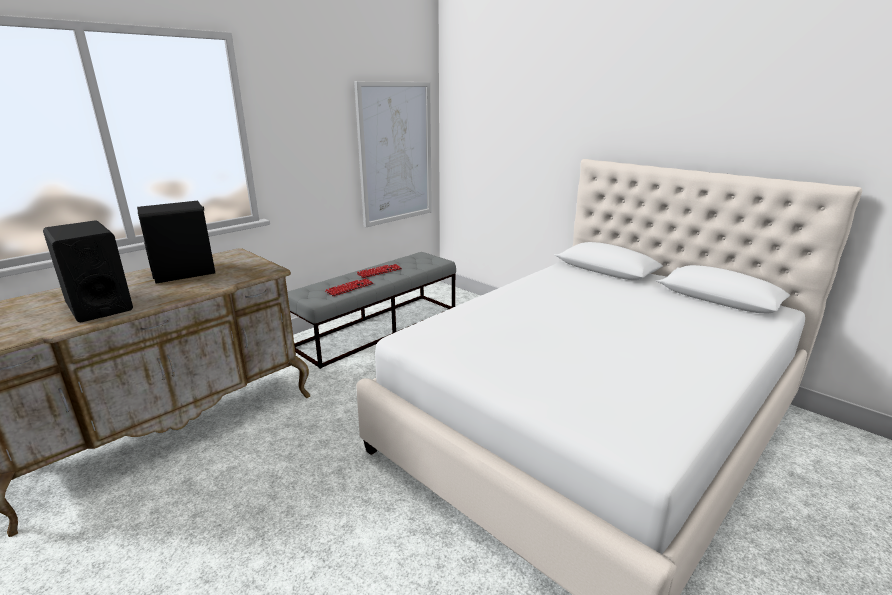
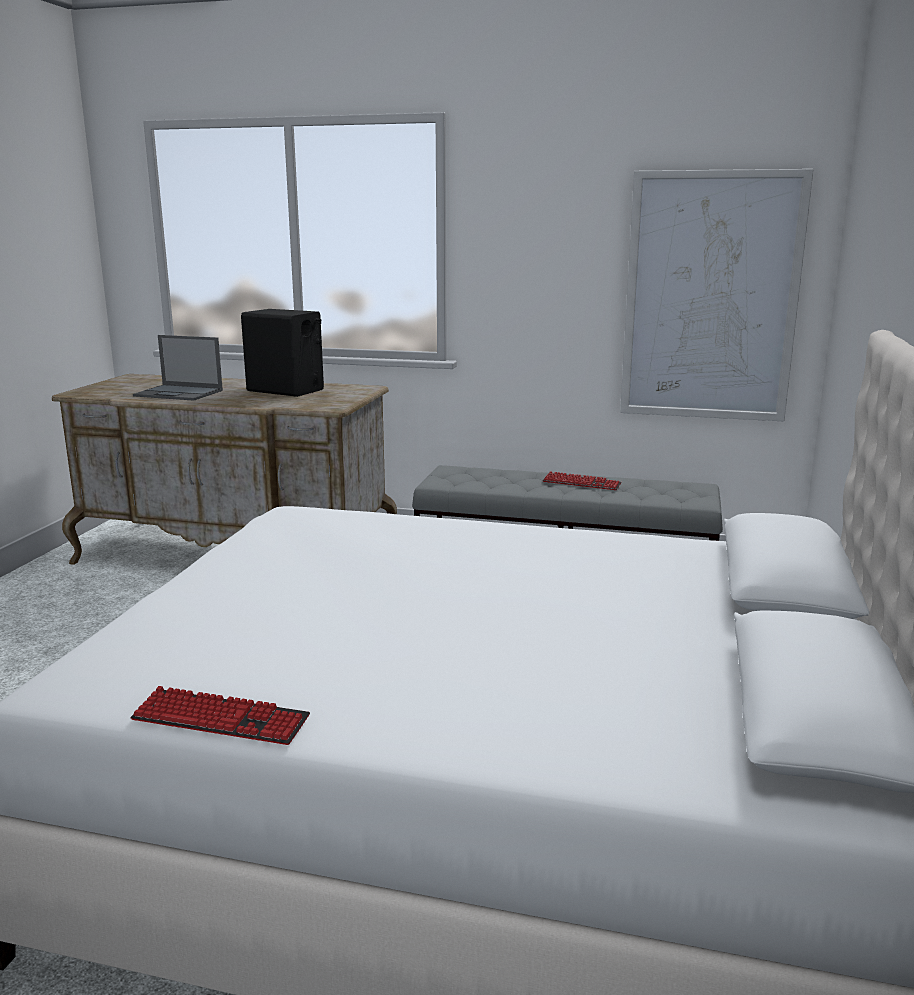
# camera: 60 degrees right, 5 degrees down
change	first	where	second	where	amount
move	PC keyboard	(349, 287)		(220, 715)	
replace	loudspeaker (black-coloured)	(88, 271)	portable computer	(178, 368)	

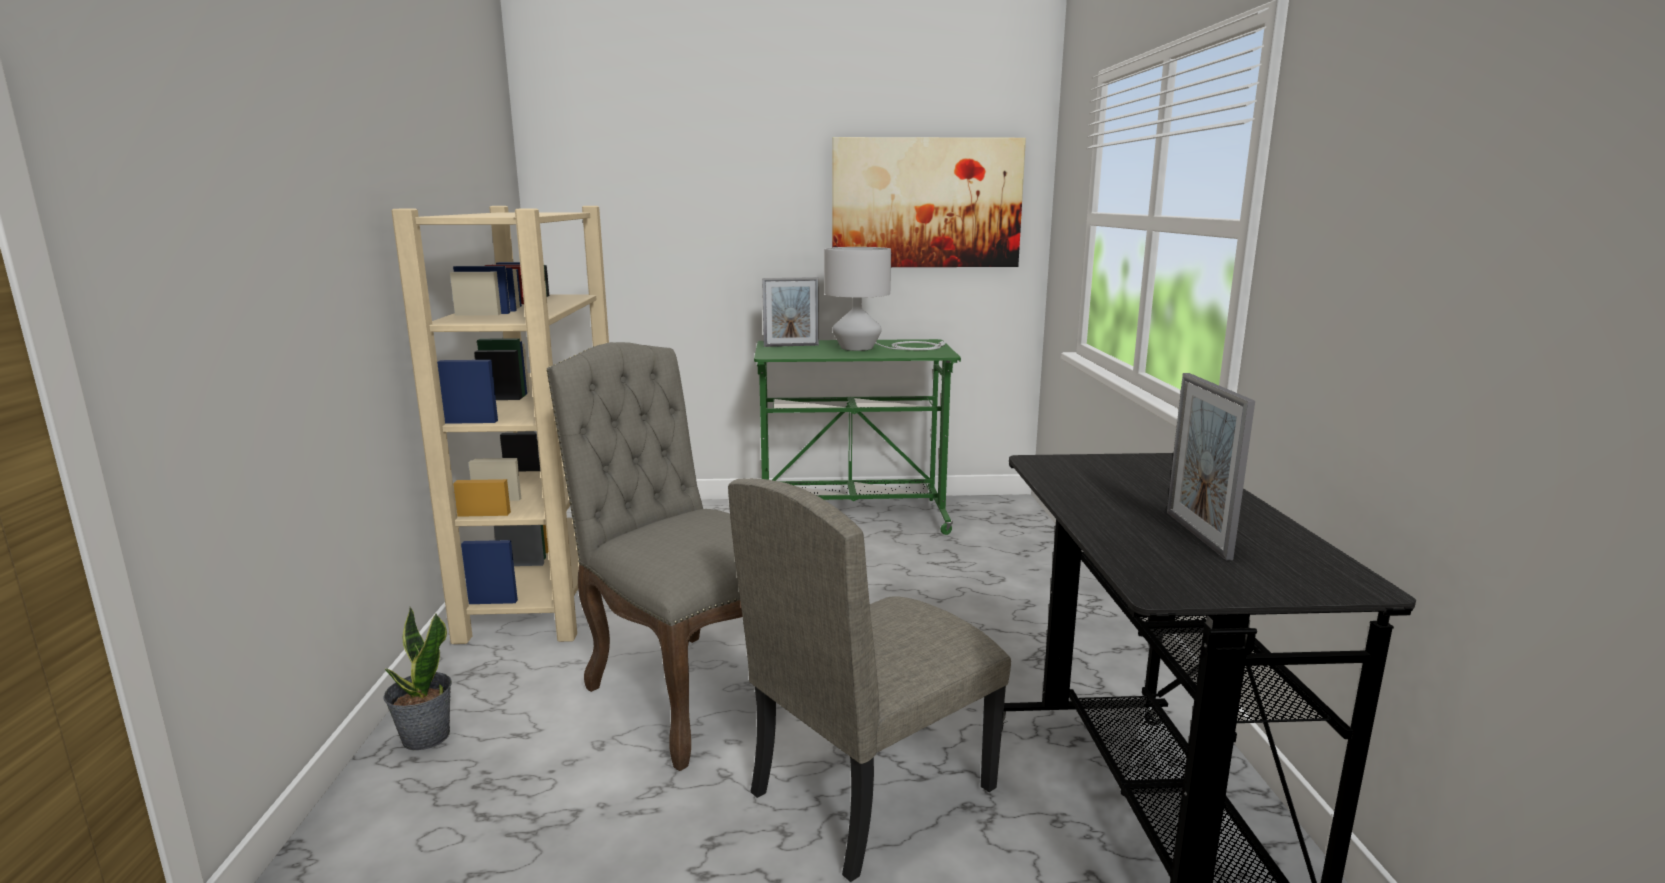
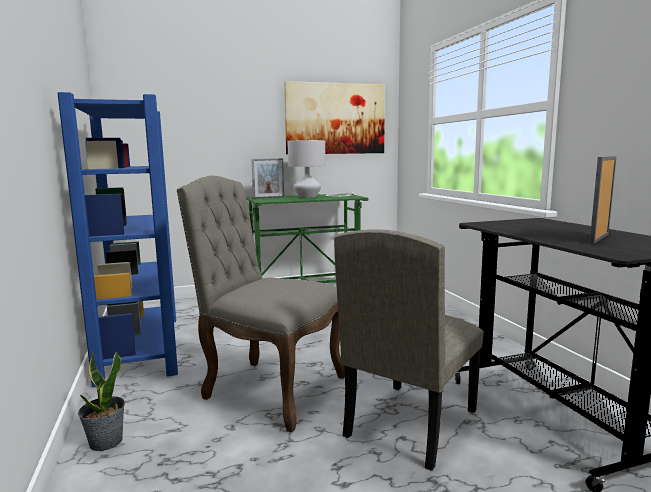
# camera: 15 degrees left, 5 degrees down
change	first	where	second	where	amount
recolor	shelving unit (beige)	(500, 425)	shelving unit (bluish)	(117, 240)	
rotate	picture frame	(1211, 466)		(603, 200)	60 degrees clockwise

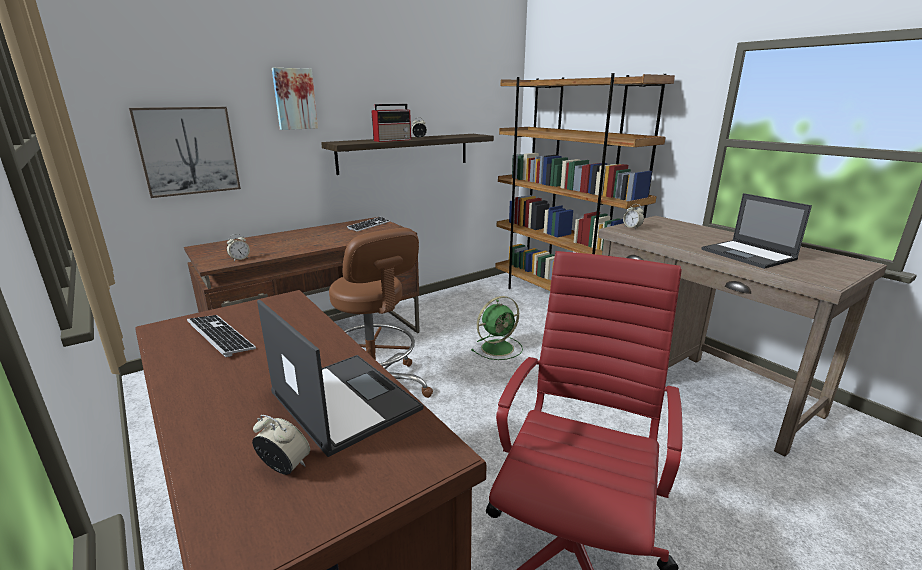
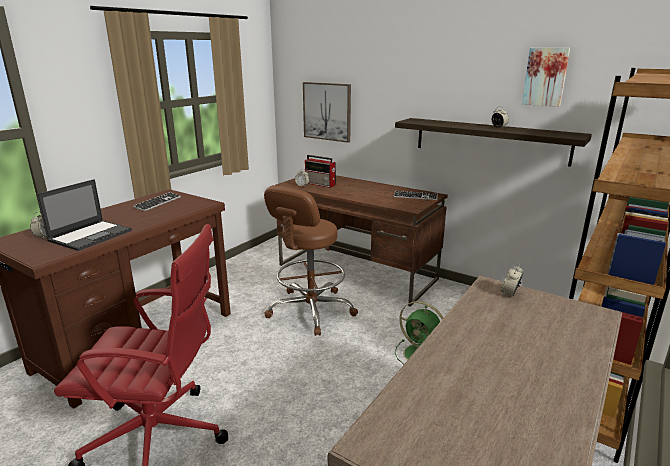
# camera: 70 degrees right, 0 degrees up
change	first	where	second	where	amount
delete	portable computer	(757, 231)			
move	wall picture	(295, 99)		(546, 77)	
move	radio set	(391, 123)		(320, 171)	

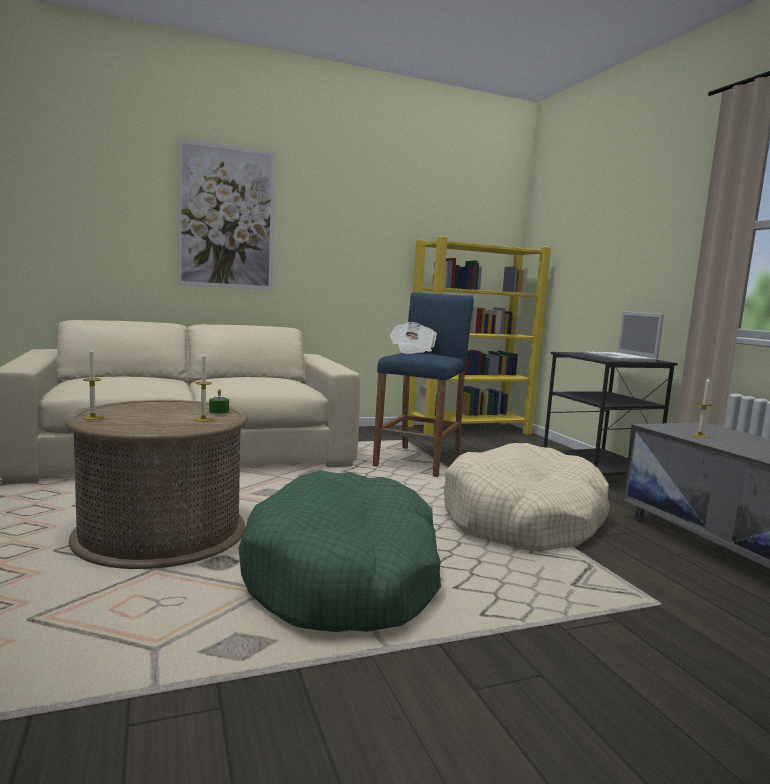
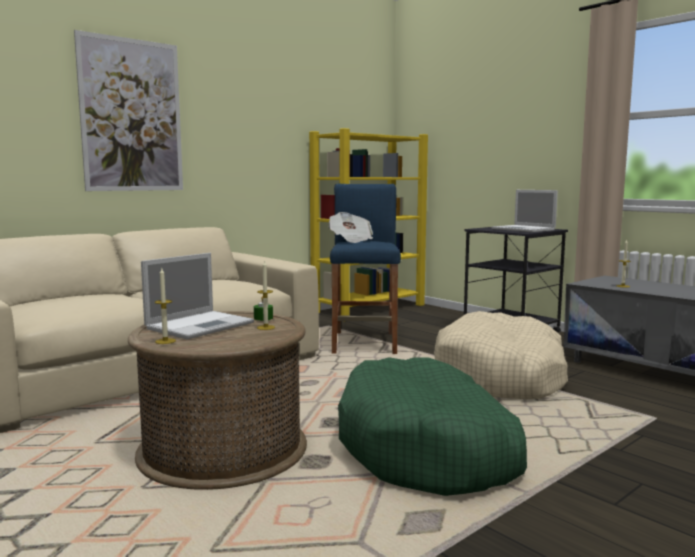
# camera: 20 degrees left, 0 degrees up
change	first	where	second	where	amount
insert			portable computer	(197, 296)	

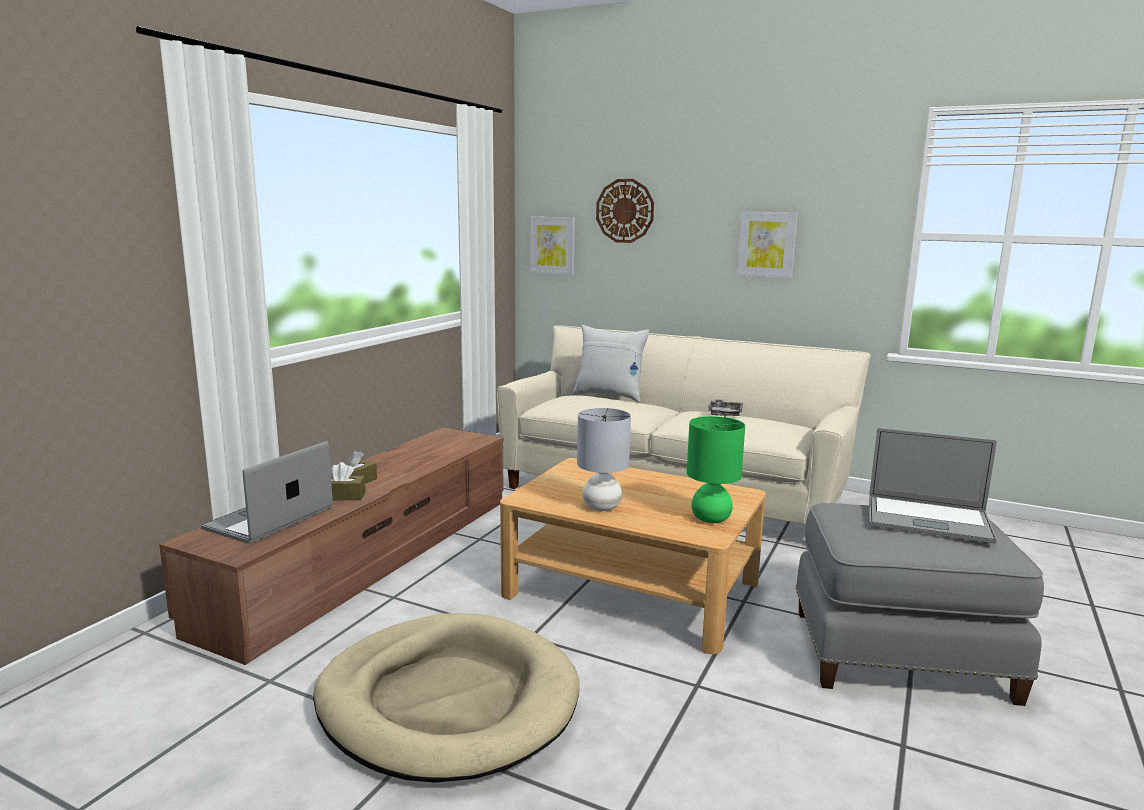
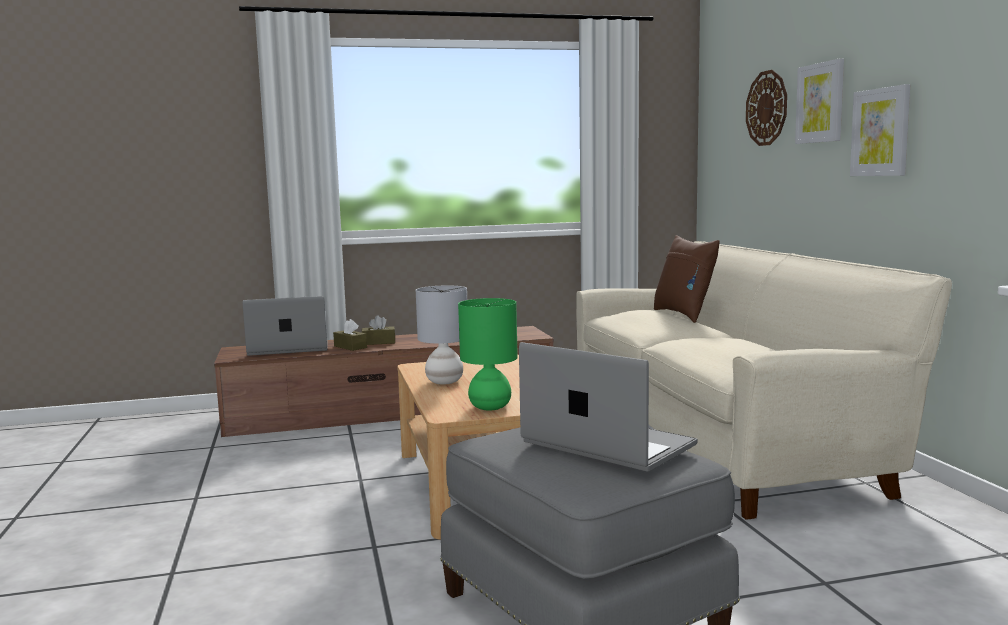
# camera: 50 degrees right, 5 degrees down
change	first	where	second	where	amount
delete	dog bed (beige)	(446, 698)			
delete	serving tray (grey)	(725, 408)			
move	wall picture	(552, 246)		(819, 101)	
recolor	throw pillow (grey)	(611, 363)	throw pillow (brown)	(687, 279)	
rotate	portable computer	(933, 486)		(608, 407)	150 degrees clockwise

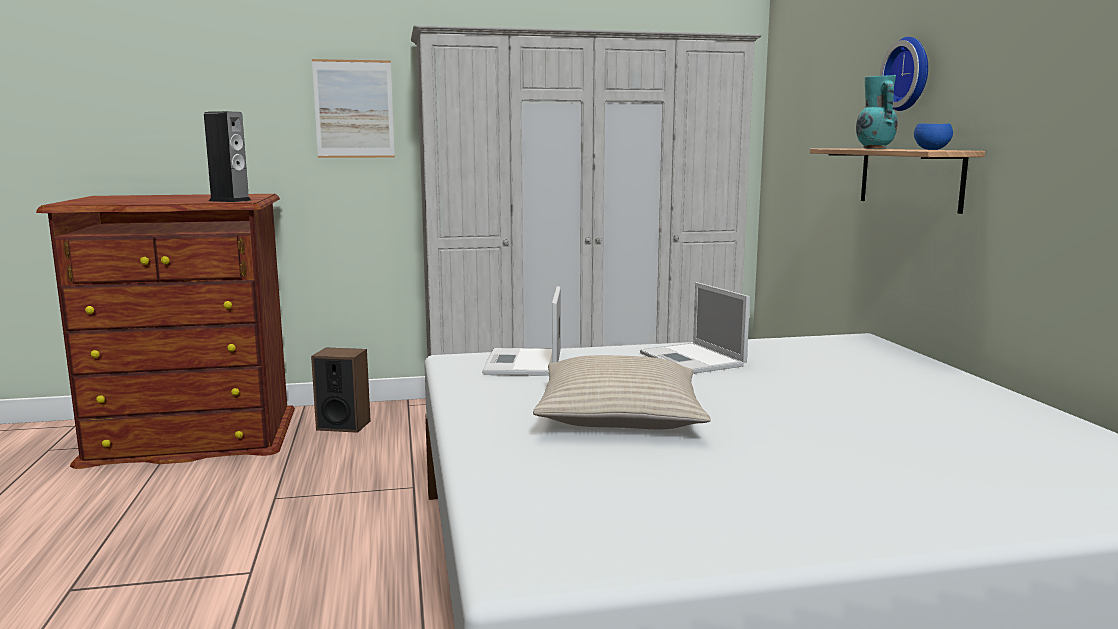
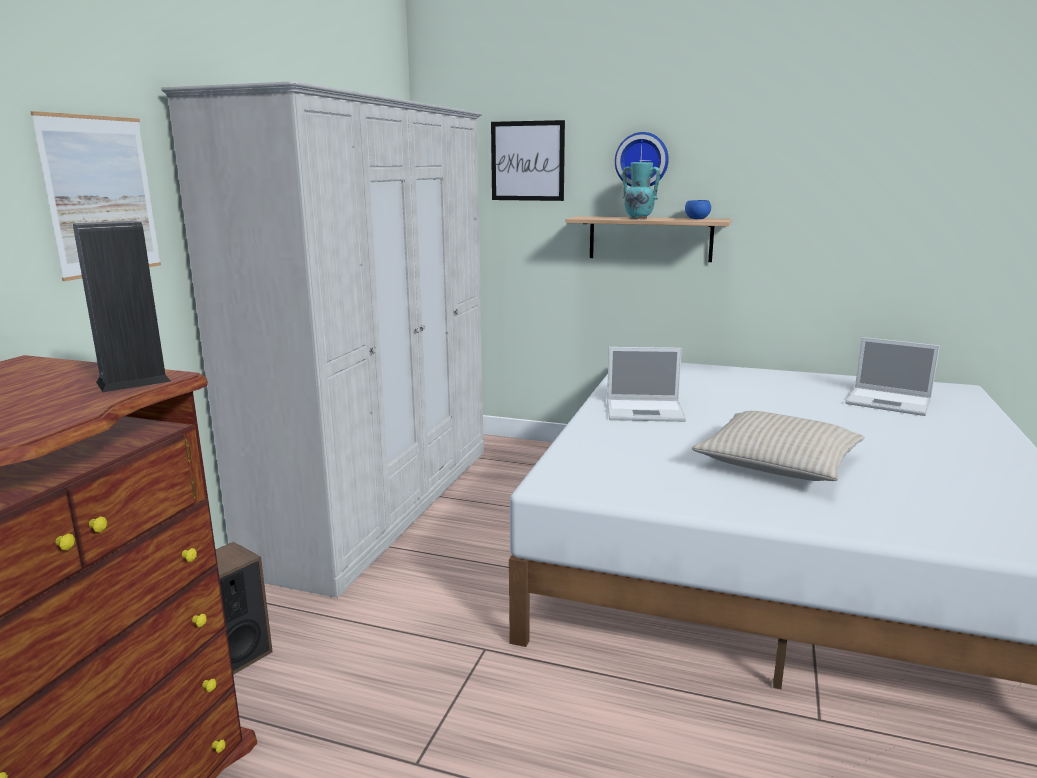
# camera: 60 degrees left, 5 degrees up
change	first	where	second	where	amount
insert			wall picture	(528, 160)	
move	portable computer	(521, 331)		(893, 376)	

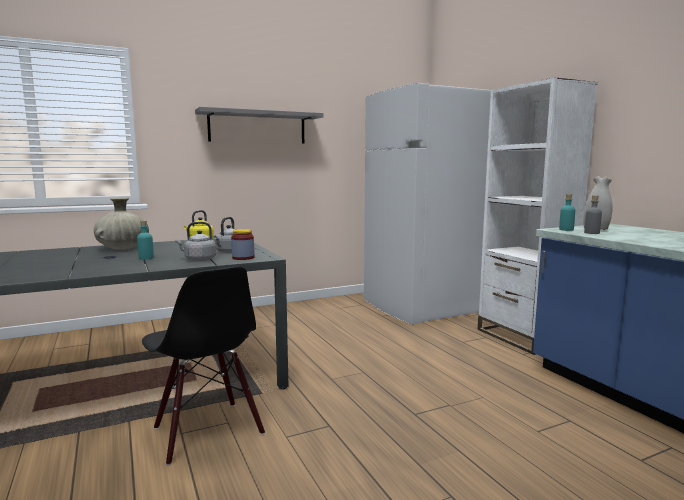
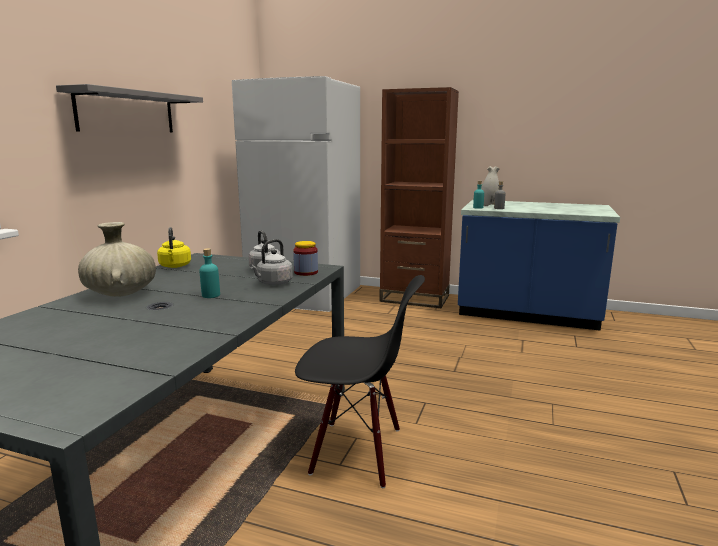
# camera: 45 degrees left, 5 degrees up
change	first	where	second	where	amount
recolor	shelving unit (white-coloured)	(537, 216)	shelving unit (brown)	(419, 197)	

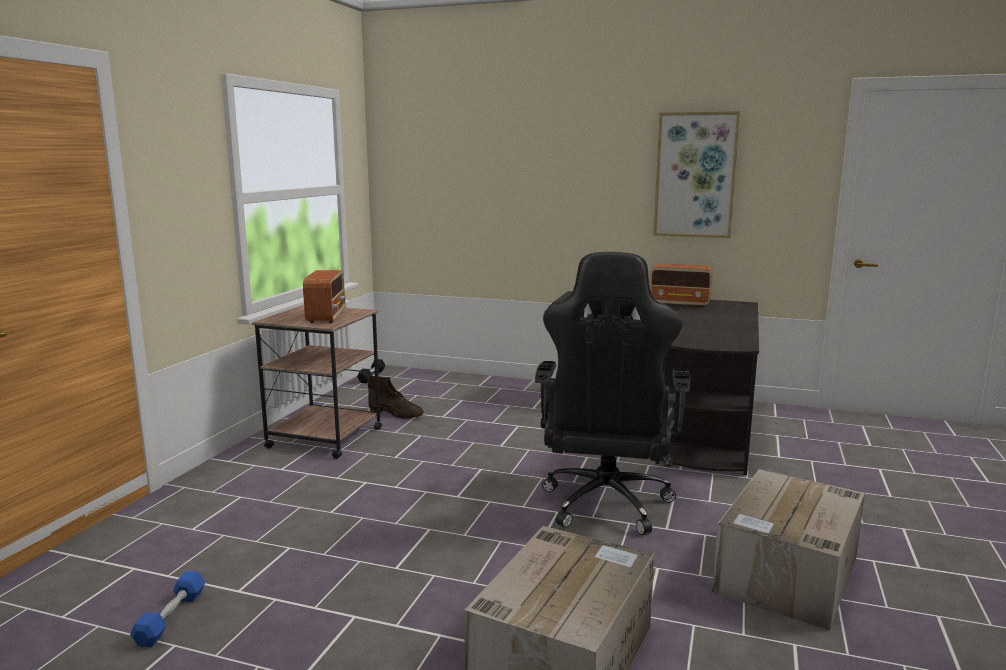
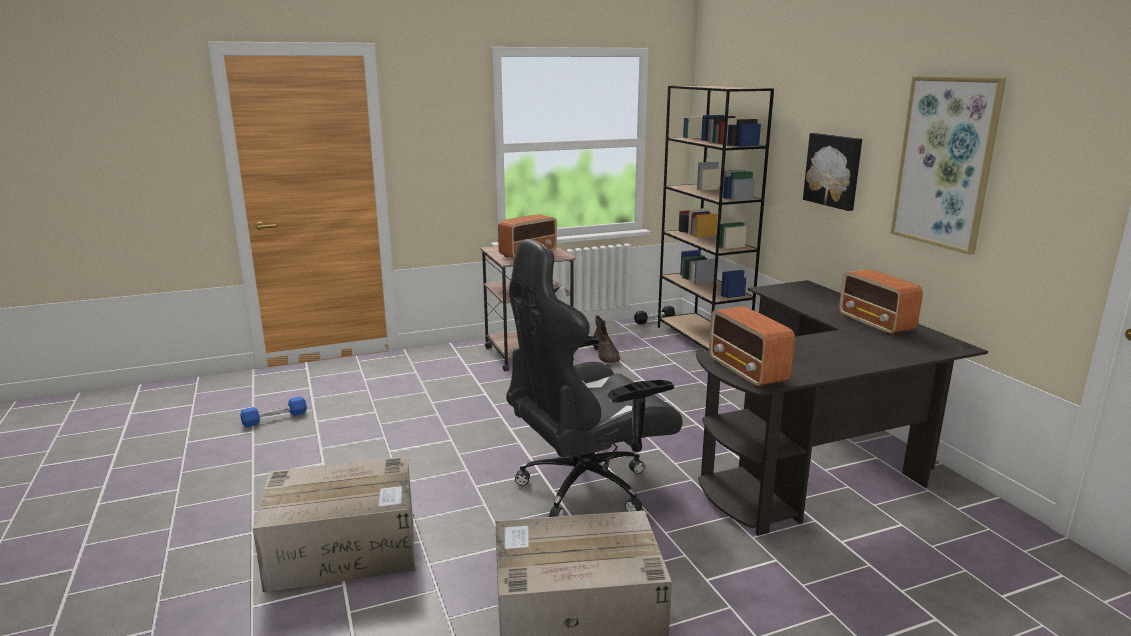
# camera: 50 degrees right, 5 degrees up
change	first	where	second	where	amount
insert			shelving unit (beige)	(716, 217)	
insert			radio set	(752, 347)	
insert			wall picture	(832, 172)	

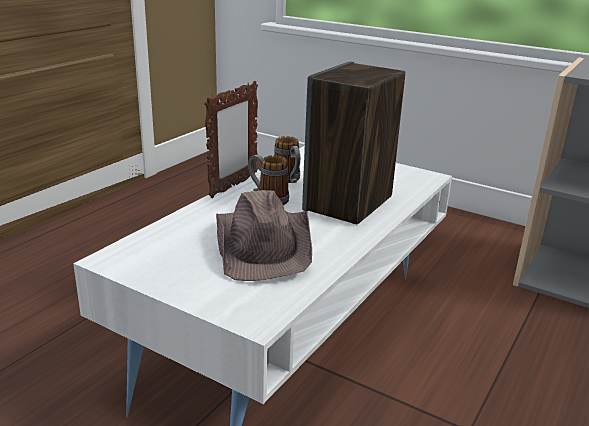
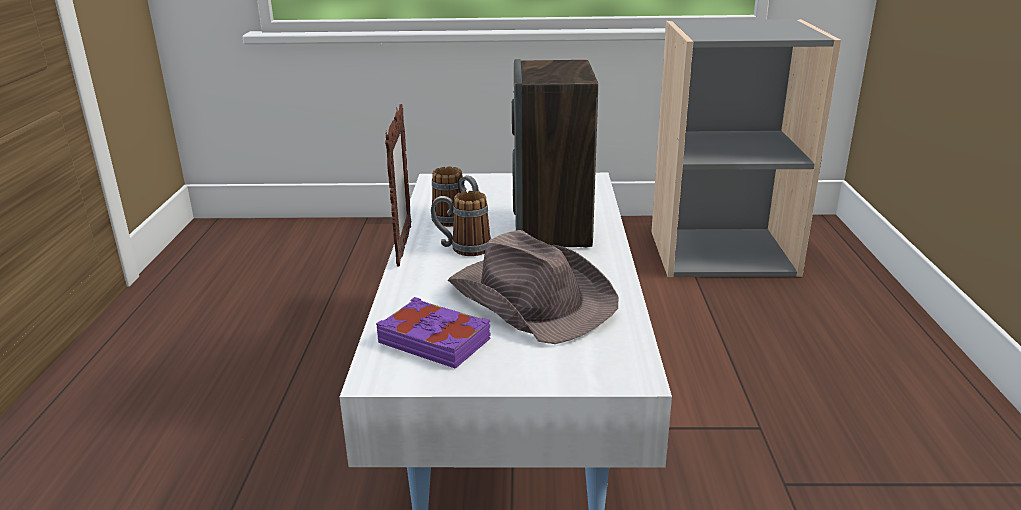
# camera: 30 degrees left, 0 degrees up
change	first	where	second	where	amount
insert			bound book (purplish)	(433, 333)	

